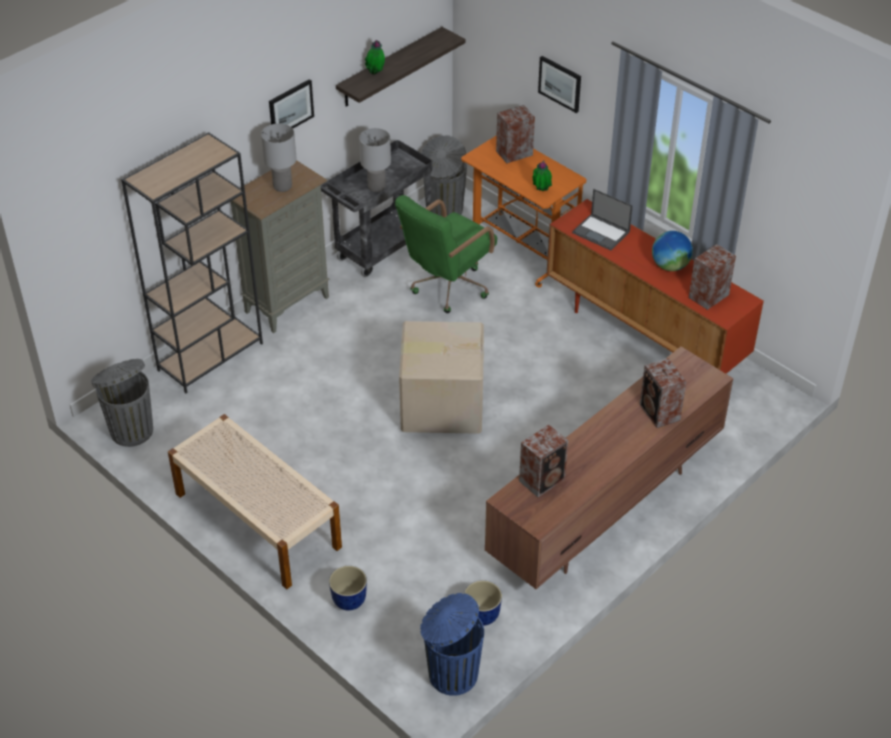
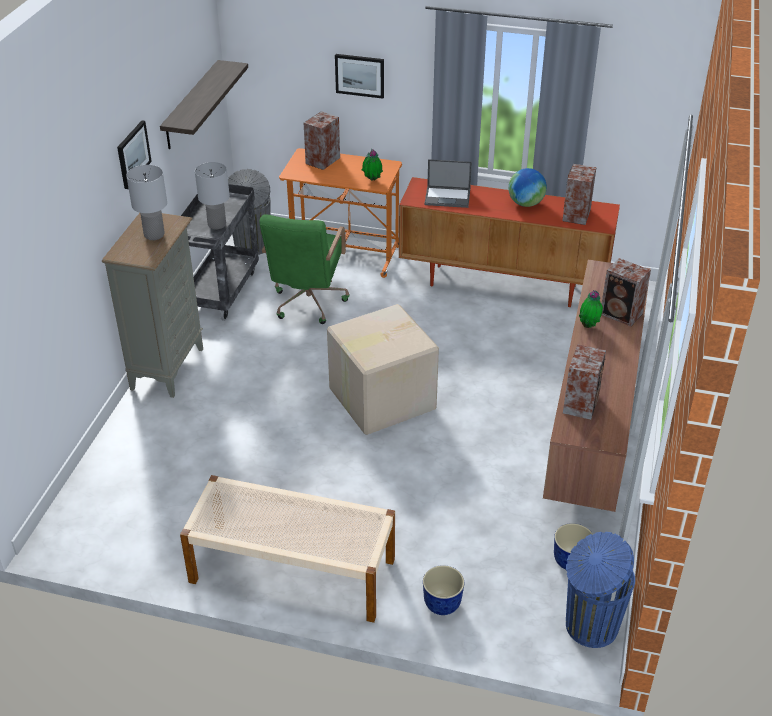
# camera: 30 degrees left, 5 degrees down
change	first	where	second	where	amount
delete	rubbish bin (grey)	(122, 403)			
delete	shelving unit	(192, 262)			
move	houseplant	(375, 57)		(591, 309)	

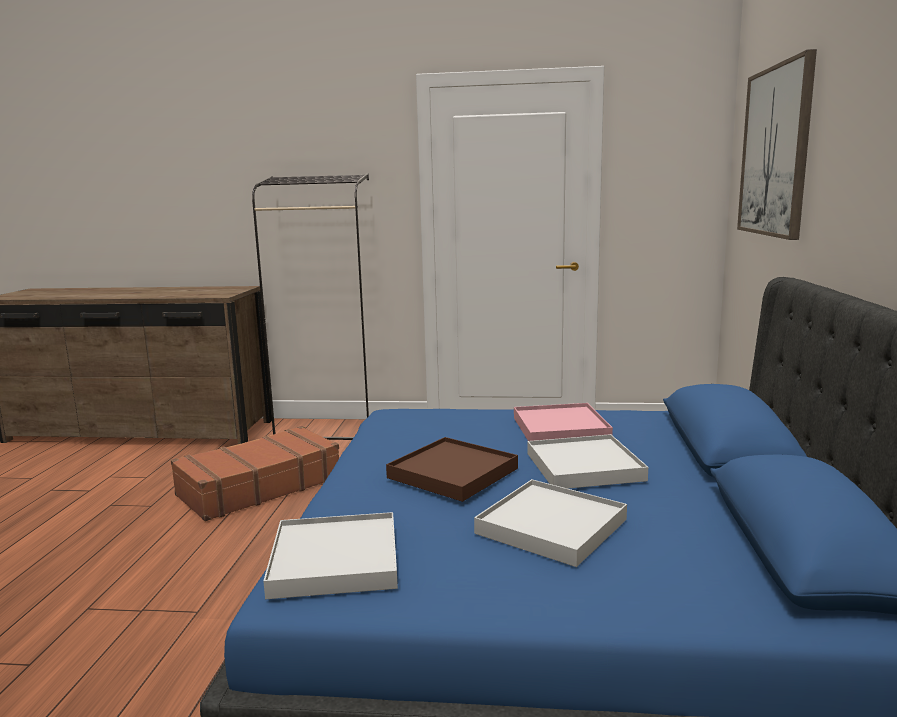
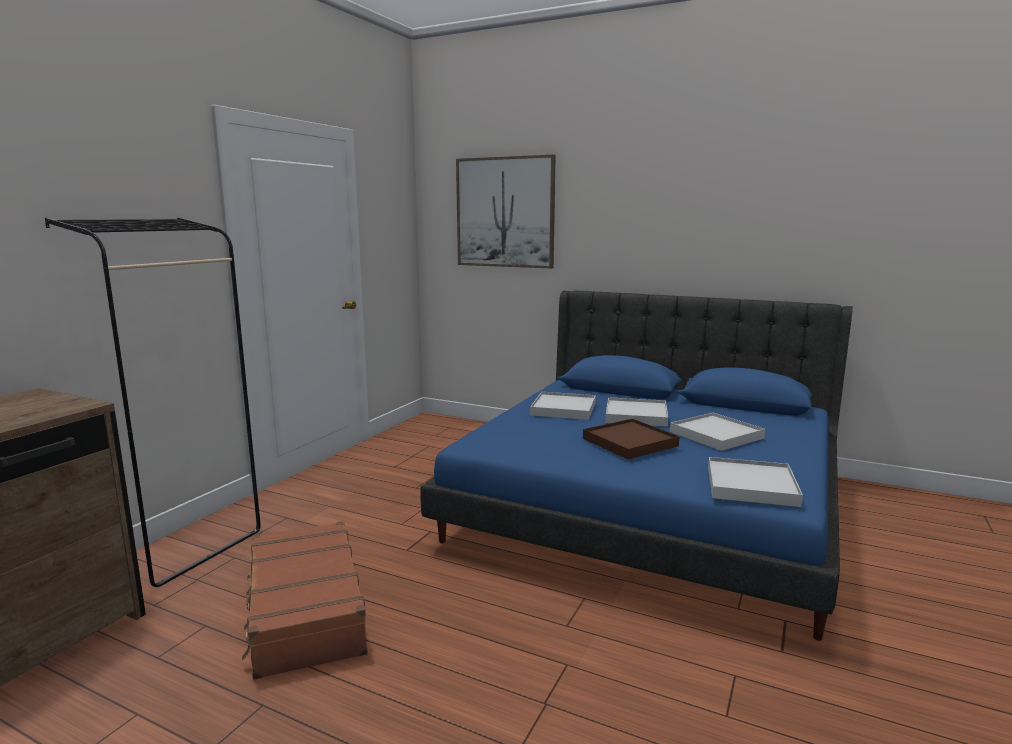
# camera: 70 degrees left, 0 degrees up
change	first	where	second	where	amount
recolor	serving tray (pink-coloured)	(563, 422)	serving tray (white-coloured)	(563, 406)	

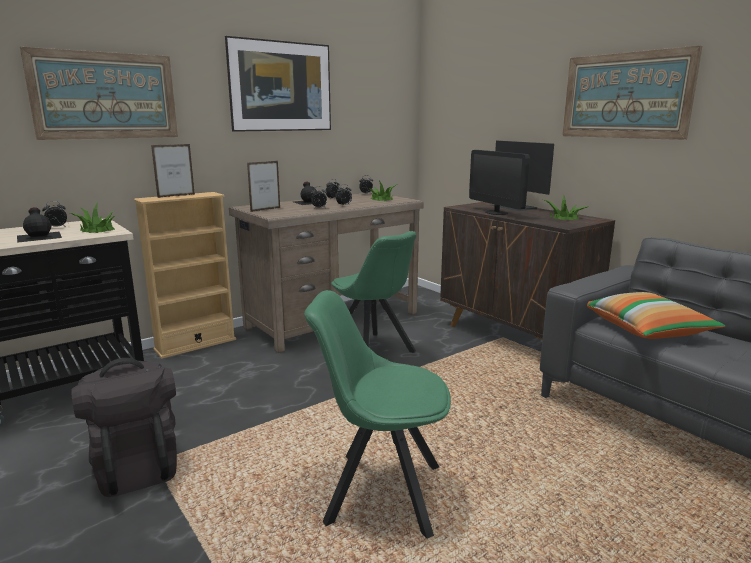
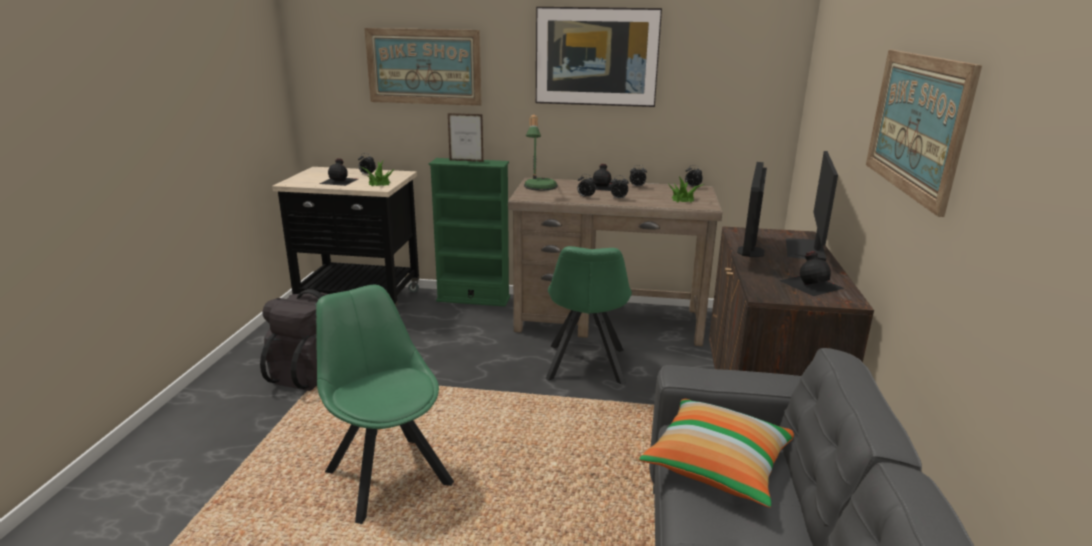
# camera: 45 degrees right, 5 degrees up
change	first	where	second	where	amount
replace	picture frame	(263, 186)	table lamp	(541, 152)	
replace	houseplant	(566, 207)	bottle (black-coloured)	(811, 273)	
recolor	shelving unit (beige)	(185, 275)	shelving unit (green-coloured)	(469, 232)	

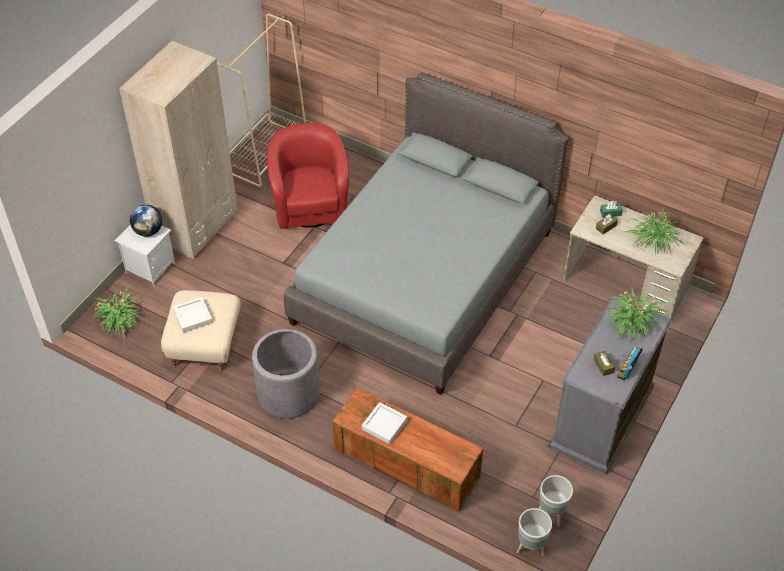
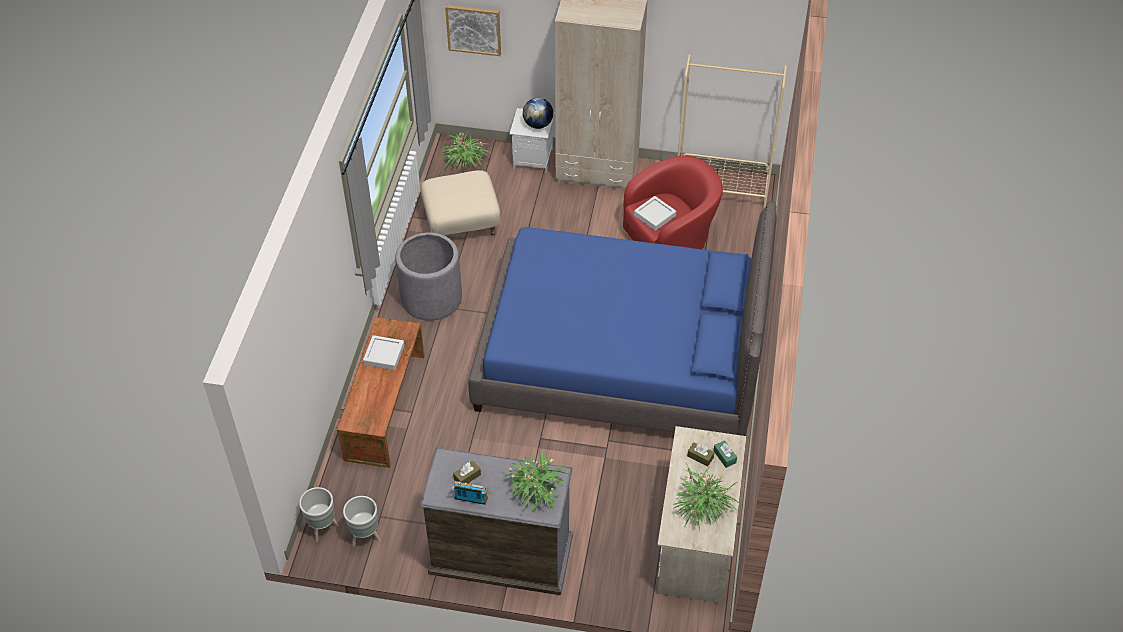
# camera: 70 degrees right, 0 degrees up
change	first	where	second	where	amount
insert			wall picture	(473, 30)	
move	serving tray (grey)	(193, 315)		(655, 213)	
recolor	bedroom bed (grey)	(426, 234)	bedroom bed (bluish)	(622, 318)	

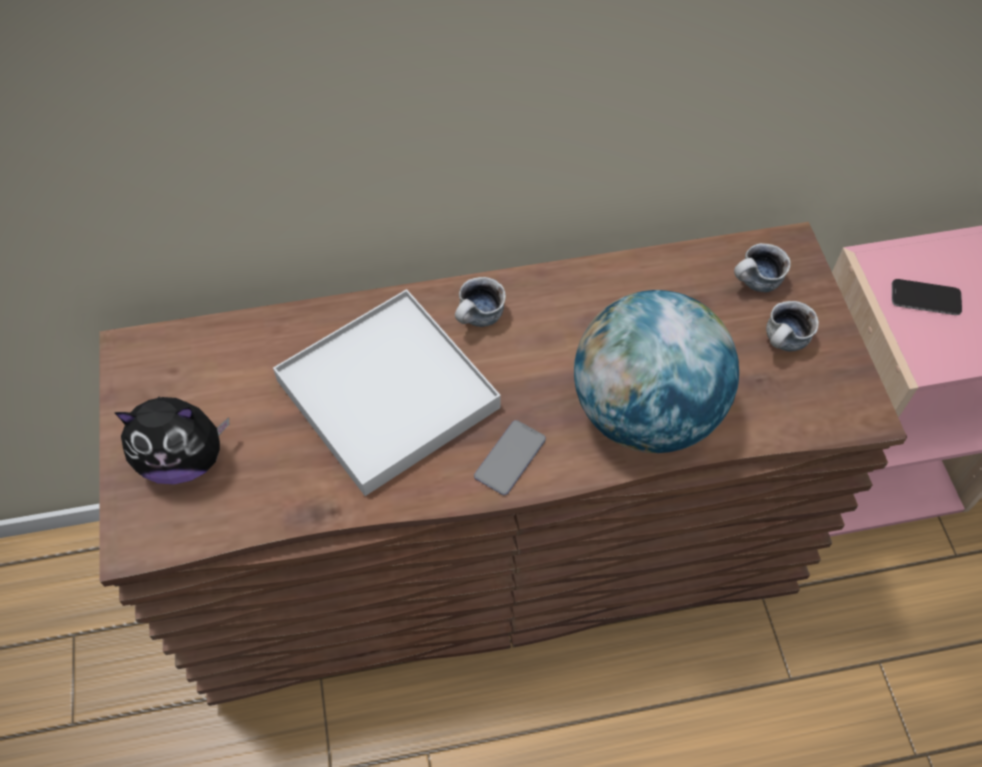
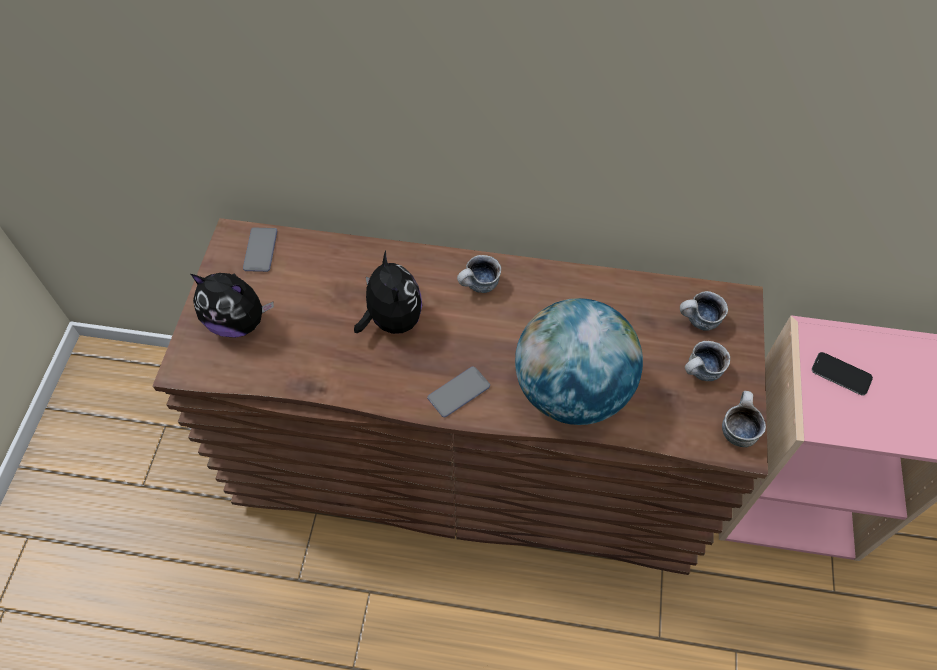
# camera: 20 degrees right, 0 degrees up
change	first	where	second	where	amount
insert			handset	(260, 249)	
insert			coffee mug	(744, 419)	
replace	serving tray (white-coloured)	(387, 392)	soft toy	(388, 292)	

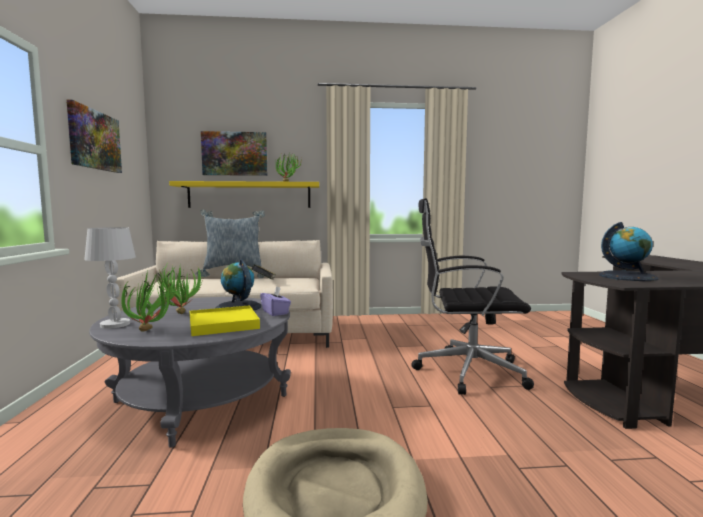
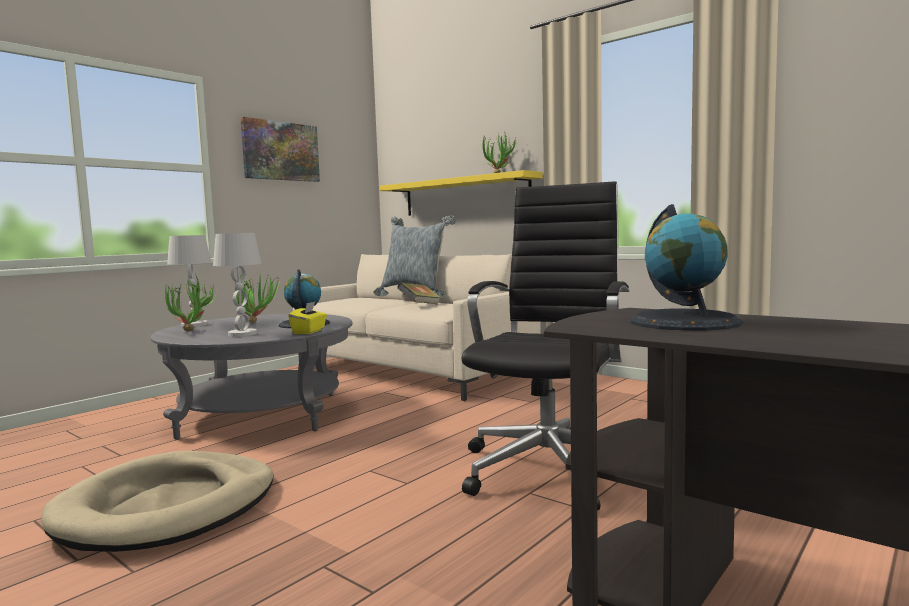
# camera: 45 degrees right, 0 degrees up
change	first	where	second	where	amount
delete	wall picture	(234, 153)			
replace	serving tray (yellowish)	(225, 320)	table lamp (white-coloured)	(237, 285)	
recolor	tissue box (purplish)	(275, 301)	tissue box (yellowish)	(307, 318)	
rotate	office chair (black-coloured)	(472, 296)		(545, 345)	60 degrees clockwise

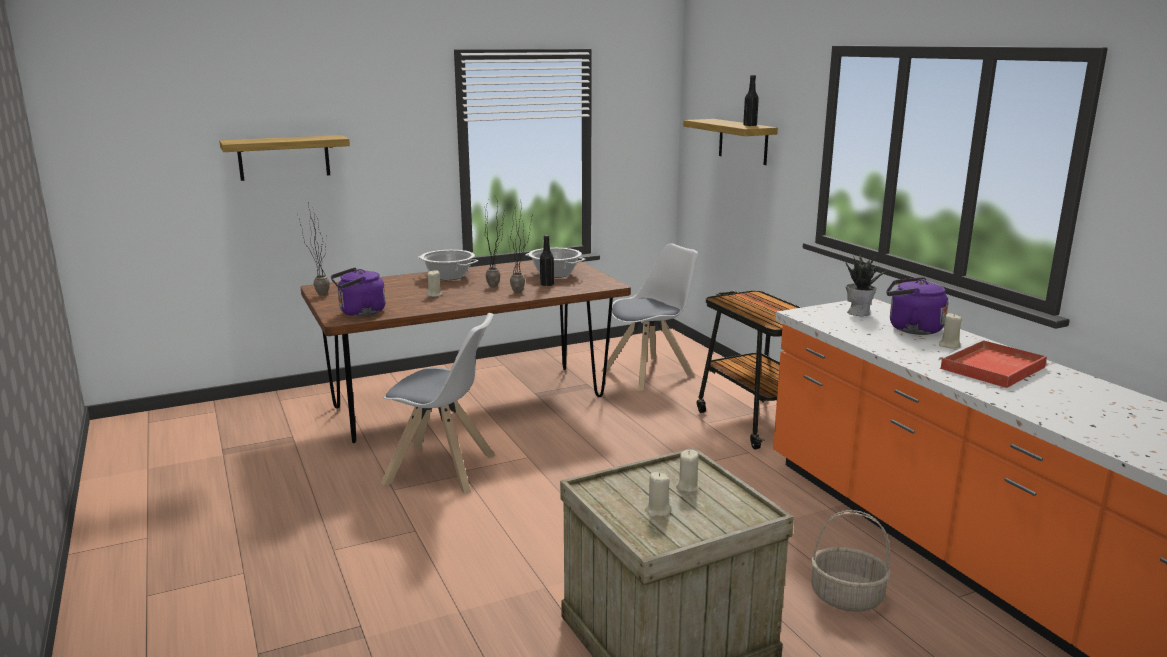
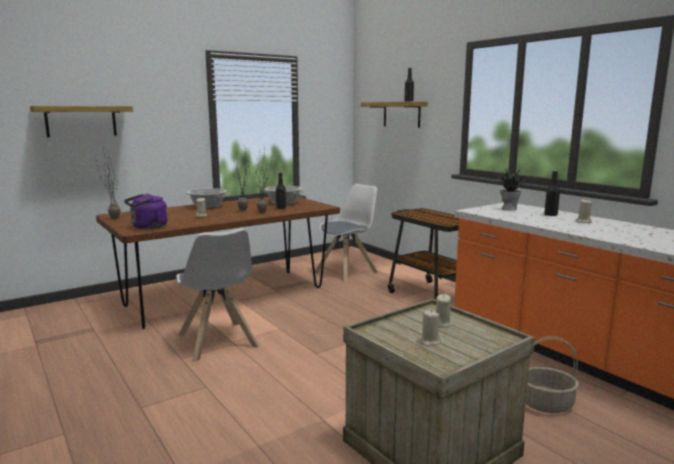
# camera: 10 degrees left, 5 degrees down
change	first	where	second	where	amount
delete	serving tray (red-coloured)	(992, 364)			
replace	water kettle (purplish)	(917, 306)	bottle (black-coloured)	(552, 193)	
rotate	plain chair	(438, 403)		(217, 295)	60 degrees clockwise

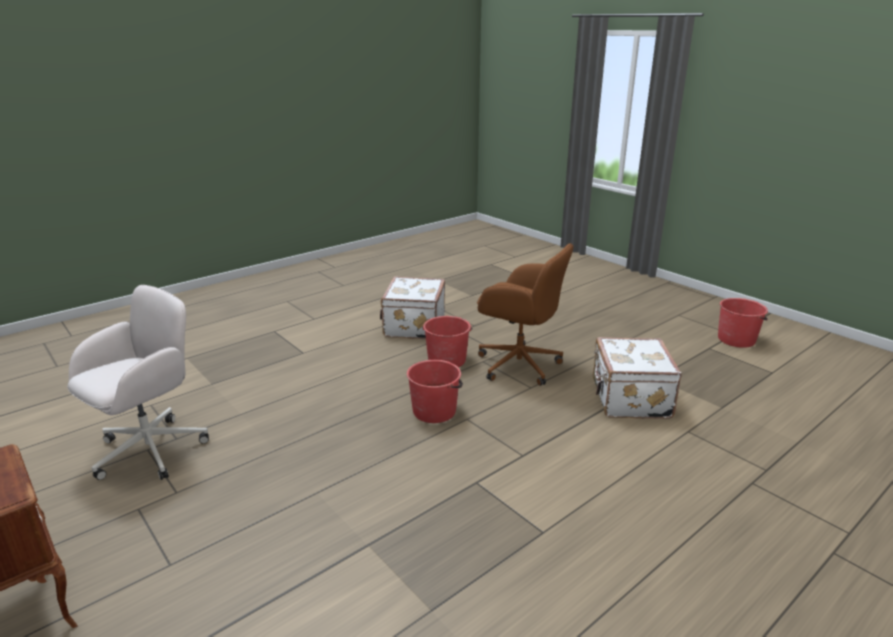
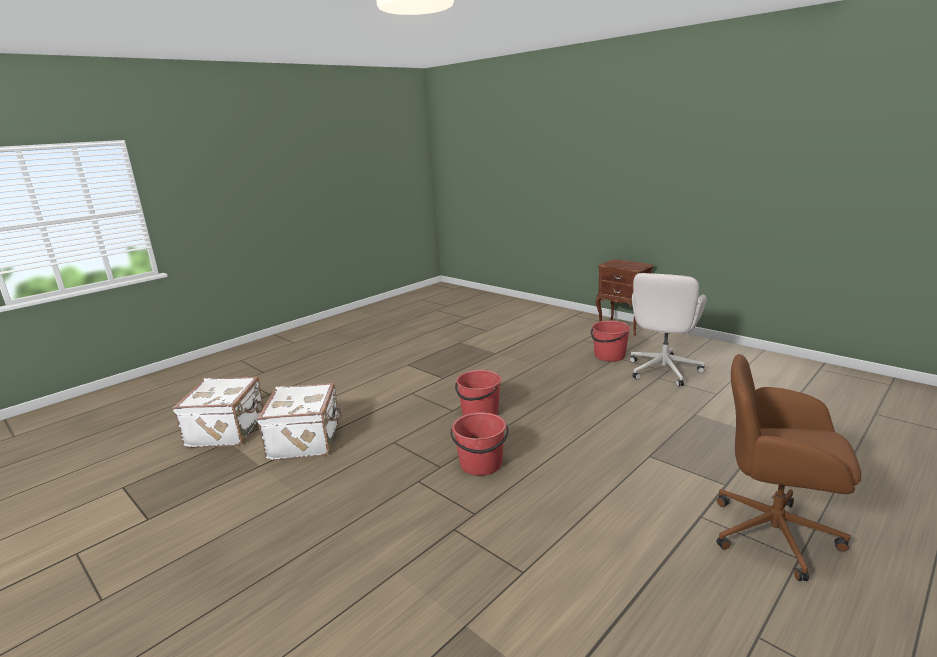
# camera: 175 degrees right, 5 degrees down
change	first	where	second	where	amount
move	travel case (white-coloured)	(412, 307)		(218, 412)	
move	office chair (brown)	(525, 314)		(788, 467)	
move	bucket (red-coloured)	(743, 323)		(610, 341)	

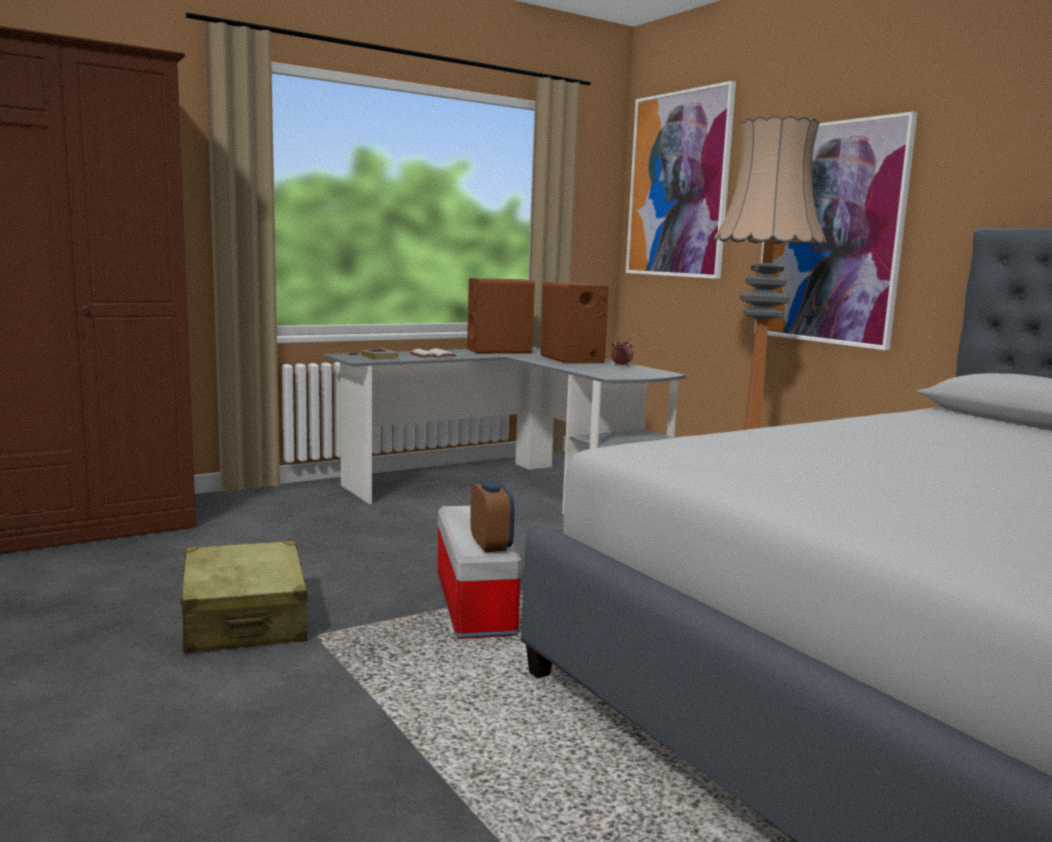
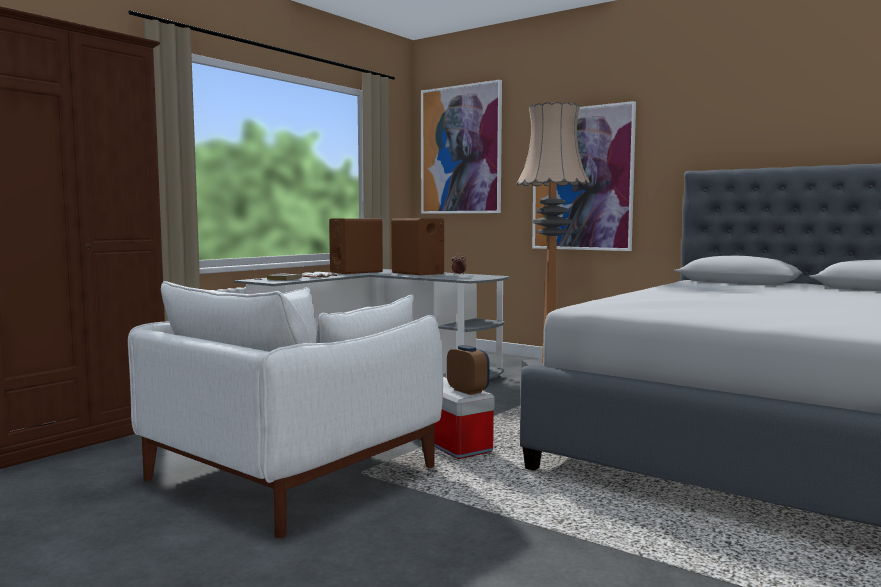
# camera: 20 degrees left, 5 degrees down
change	first	where	second	where	amount
replace	travel case (beige)	(245, 597)	lounge chair (white-coloured)	(285, 409)	

